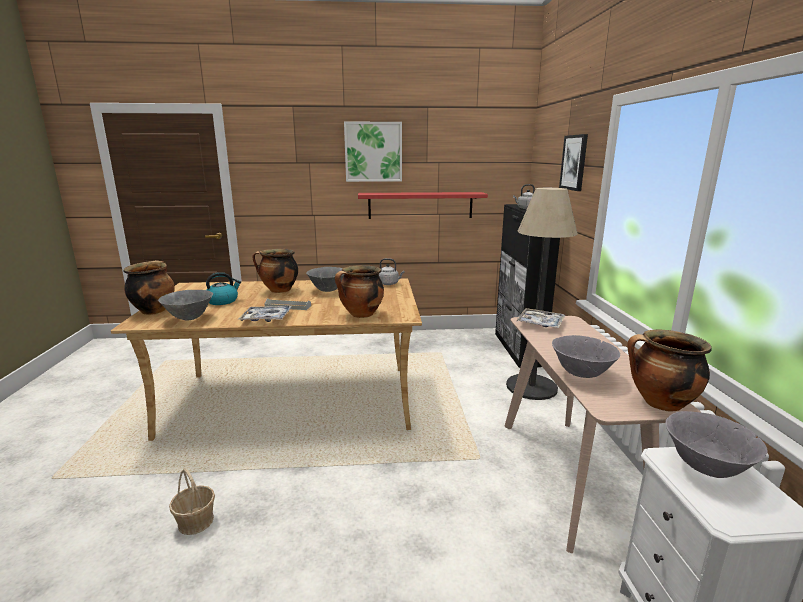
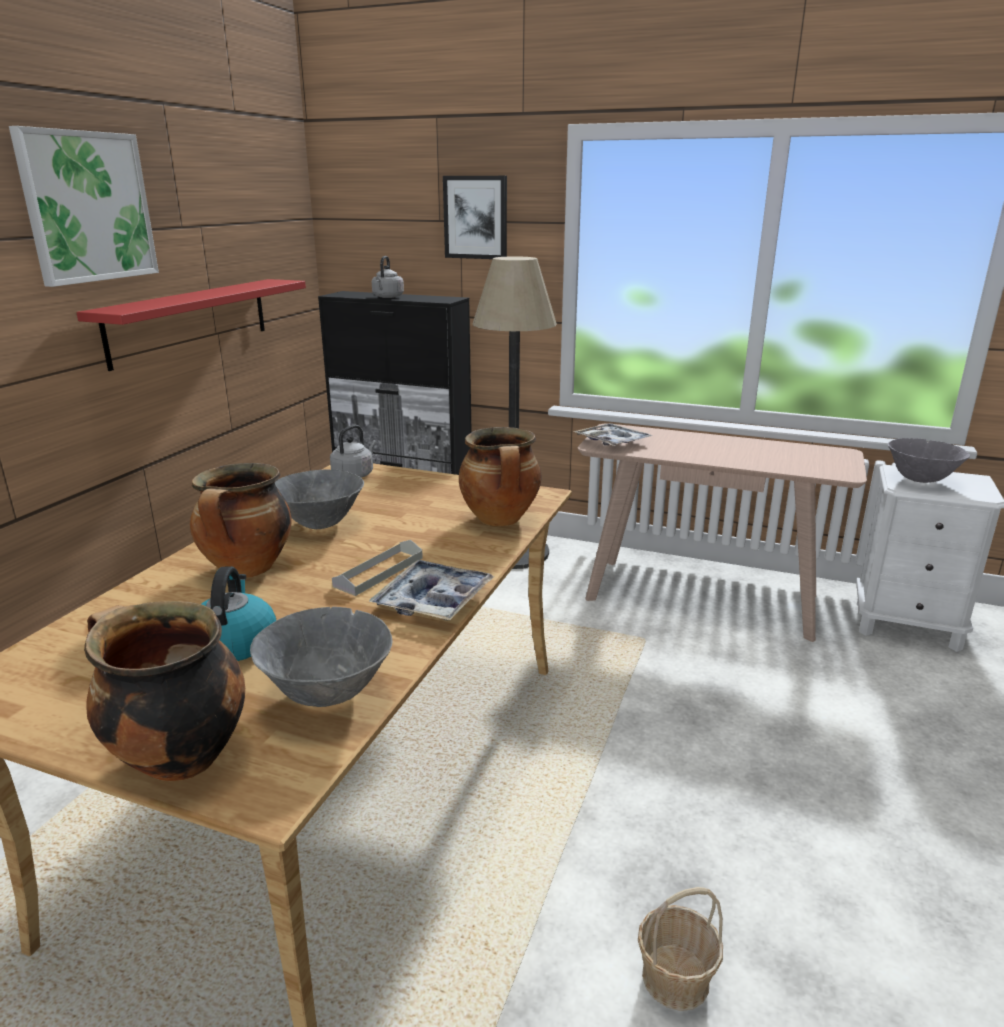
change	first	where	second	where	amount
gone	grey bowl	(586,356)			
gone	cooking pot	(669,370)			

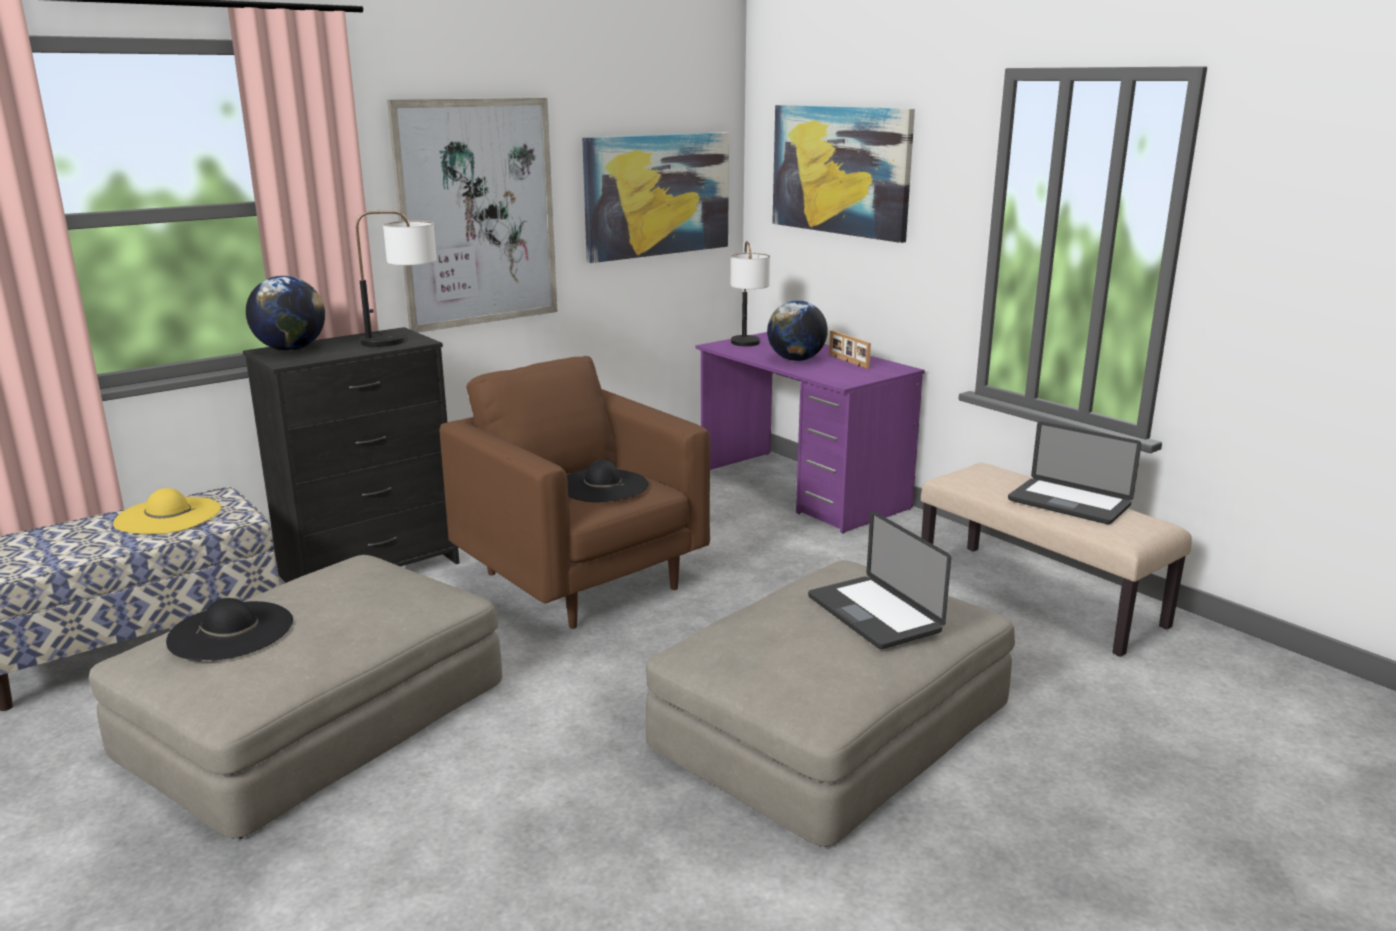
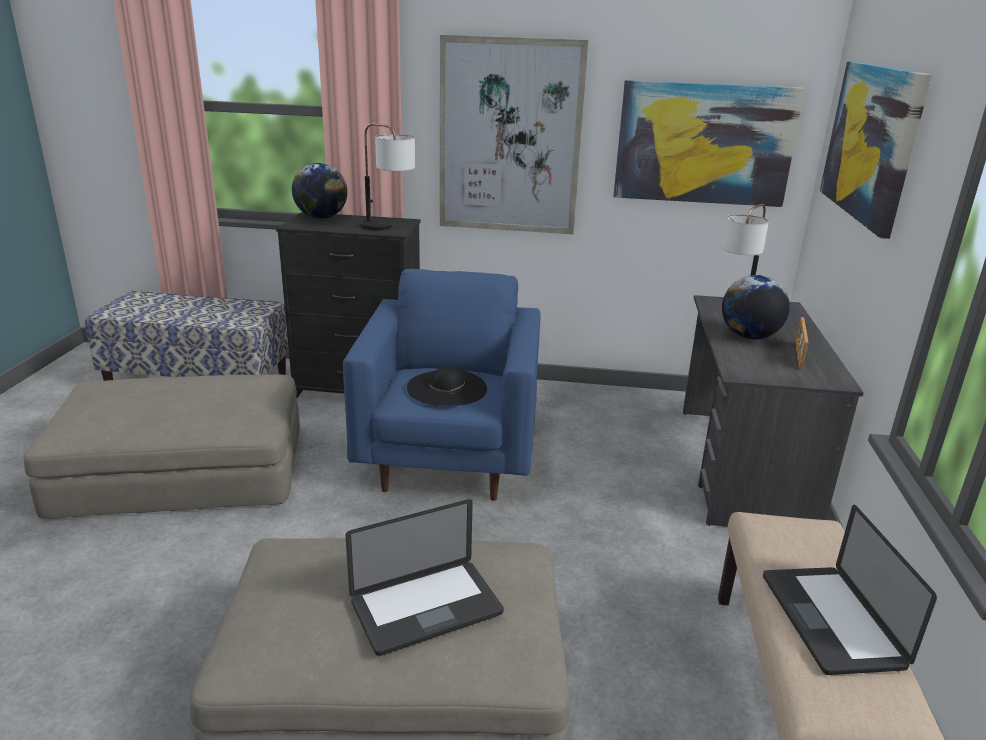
change	first	where	second	where	amount
gone	yellow hat	(167,511)			
gone	black hat	(229,629)			
repainted	brown armchair	(575,492)	blue armchair	(442,385)	
repainted	purple desk	(810,433)	grey desk	(773,411)	
rotated	laptop	(879,580)		(424,577)	135 degrees counterclockwise

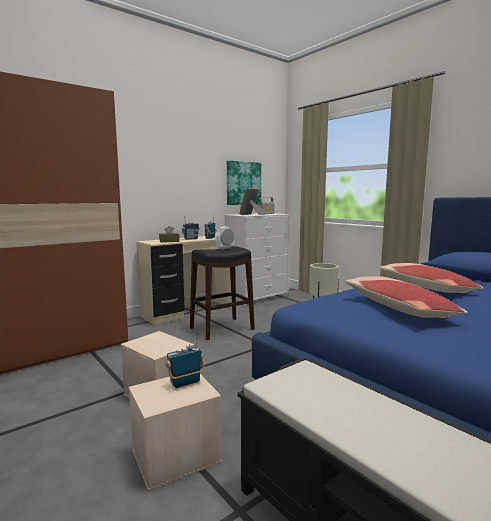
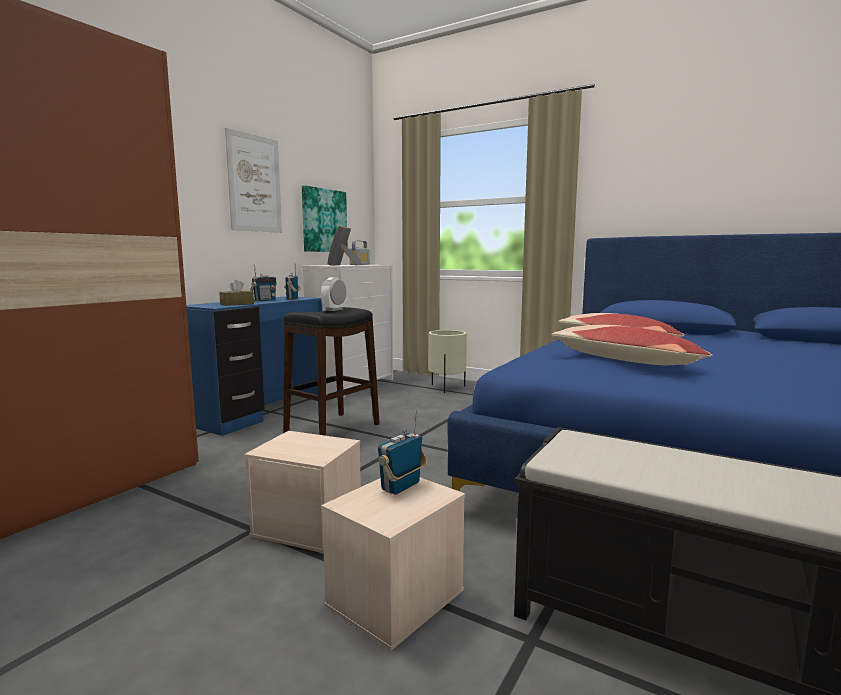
change	first	where	second	where	amount
new			picture	(253,180)	
repainted	beige desk	(184,280)	blue desk	(254,366)	

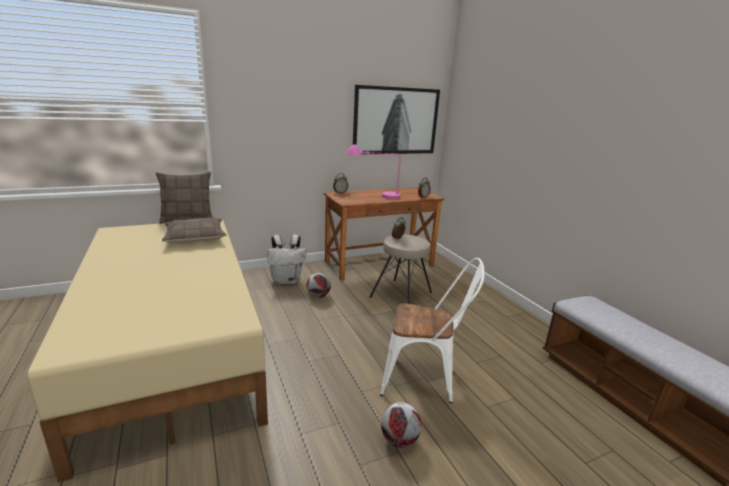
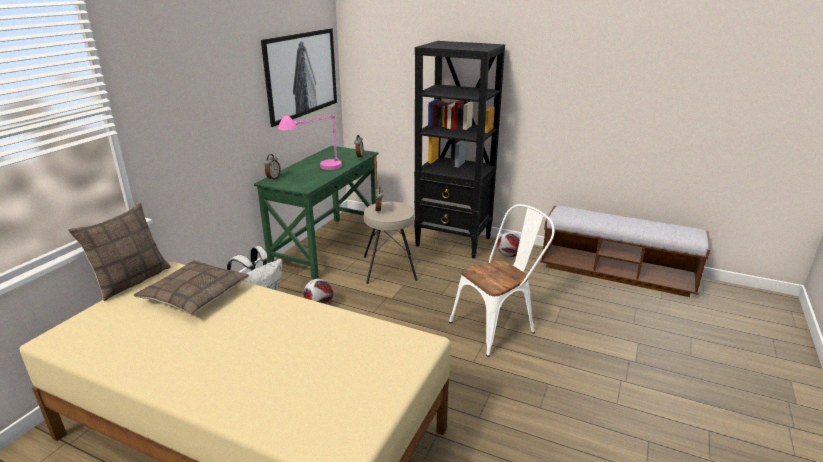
change	first	where	second	where	amount
new			black bookcase	(459,149)	
shifted	football	(401,425)		(508,244)	
repainted	brown desk	(384,233)	green desk	(316,212)	

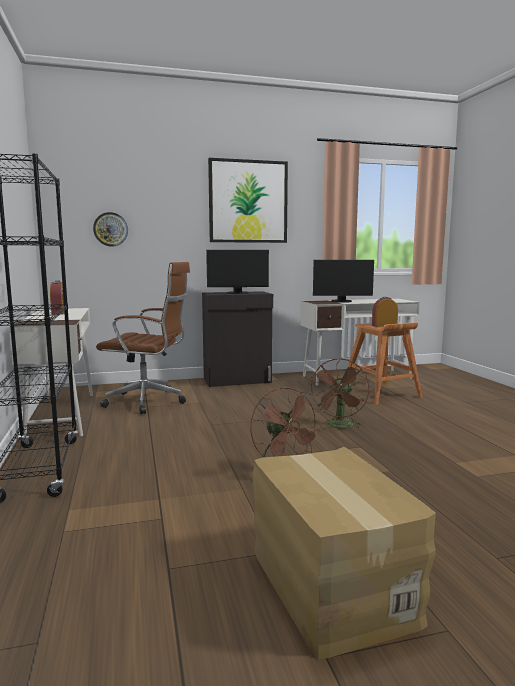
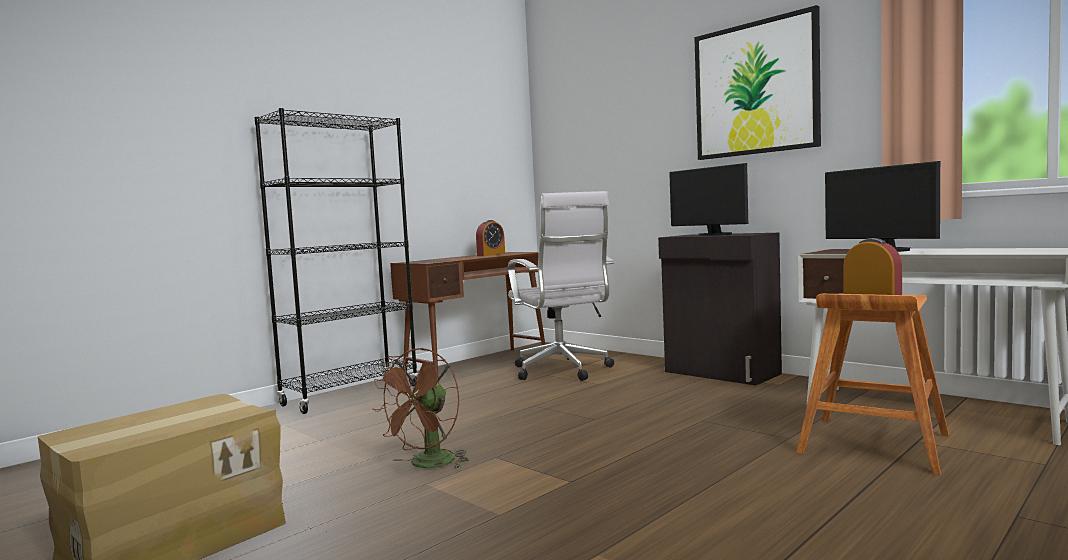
change	first	where	second	where	amount
gone	wall clock	(110,229)			
gone	brown fan	(339,393)			
repainted	white desk	(51,372)	brown desk	(467,317)	
repainted	brown office chair	(143,338)	white office chair	(561,286)	

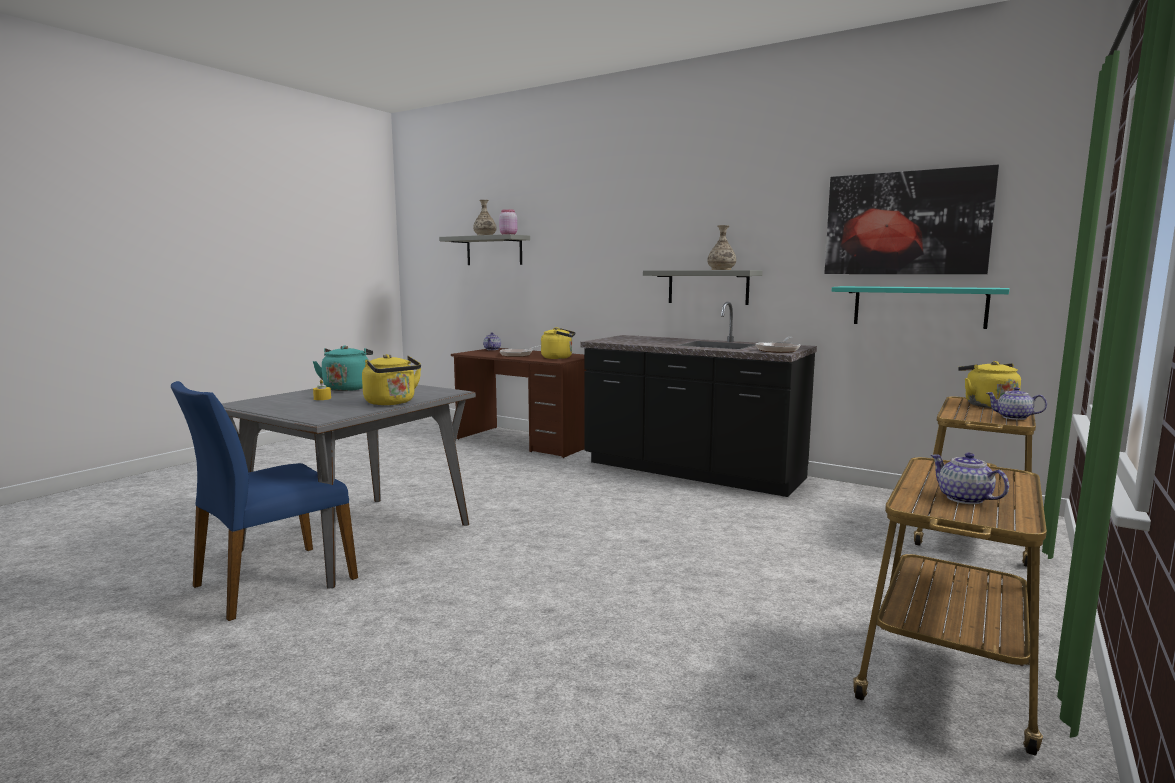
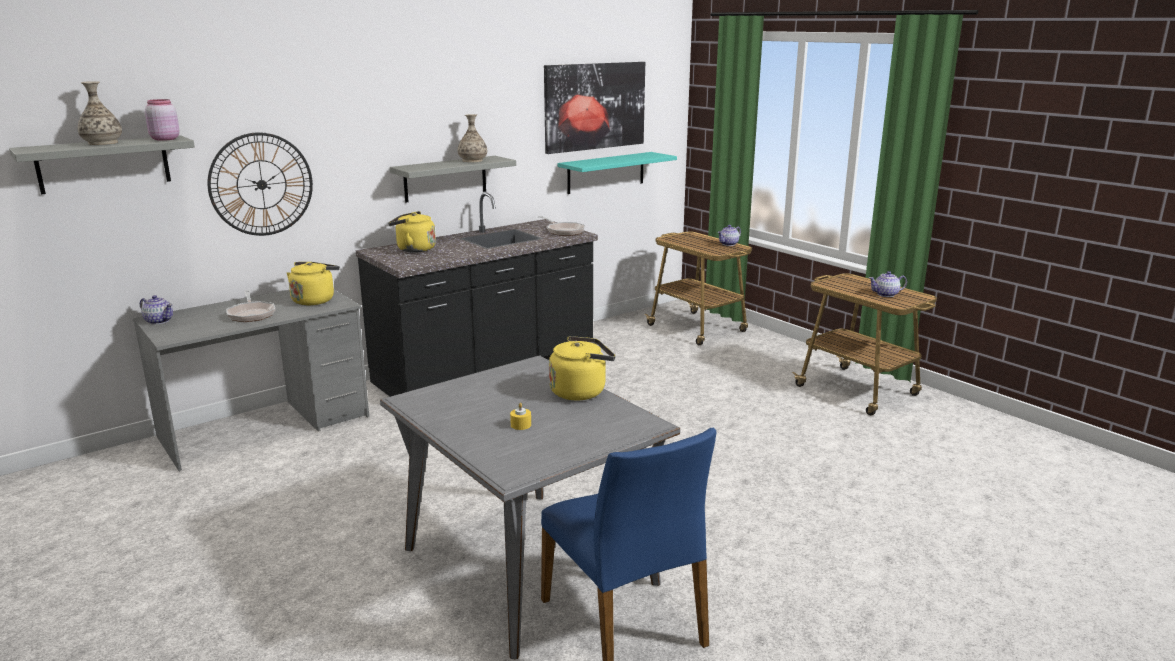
change	first	where	second	where	amount
gone	turquoise kettle	(342,368)			
new			wall clock	(260,184)	
shifted	yellow kettle	(989,384)		(412,232)	
repainted	brown desk	(518,403)	grey desk	(251,380)	

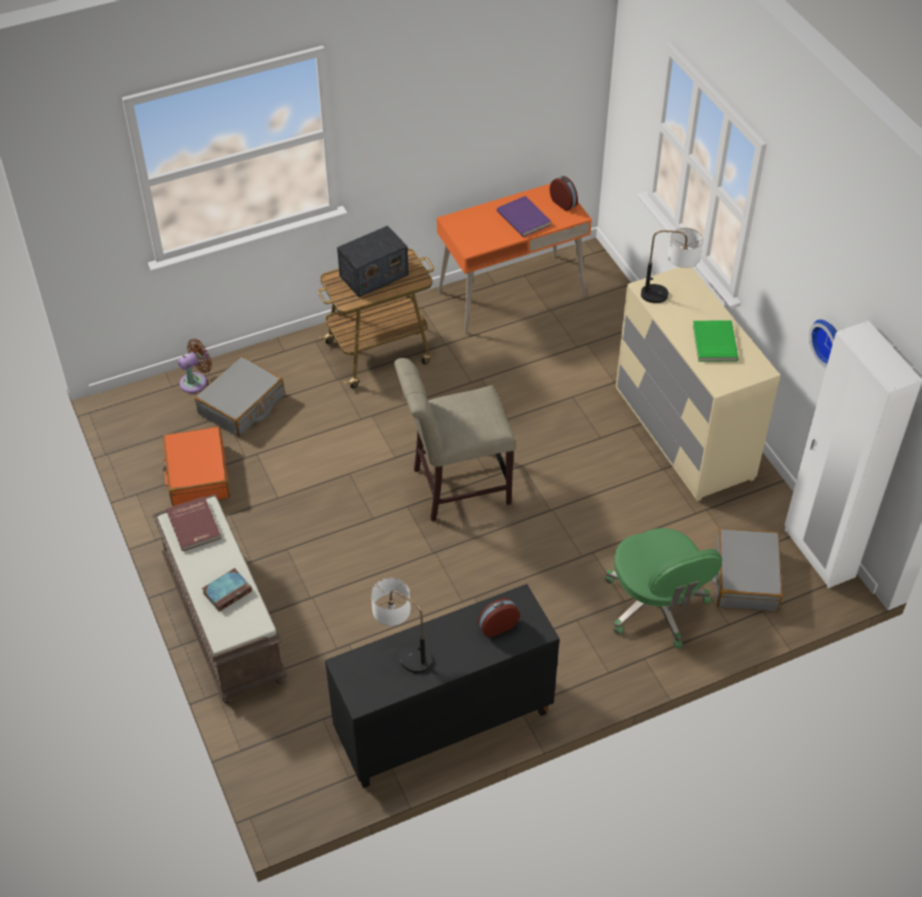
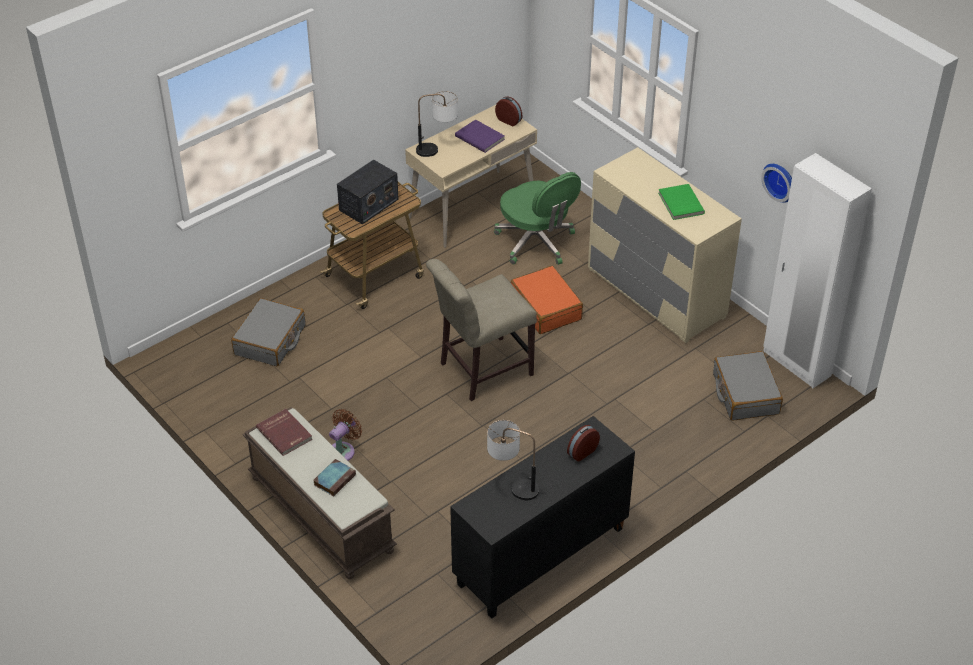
change	first	where	second	where	amount
shifted	orange suitcase	(196,466)		(547,300)	
shifted	brown fan	(195,366)		(345,435)	
shifted	green office chair	(663,588)		(537,218)	
shifted	table lamp	(672,265)		(437,124)	
repainted	orange desk	(514,259)	beige desk	(471,176)	

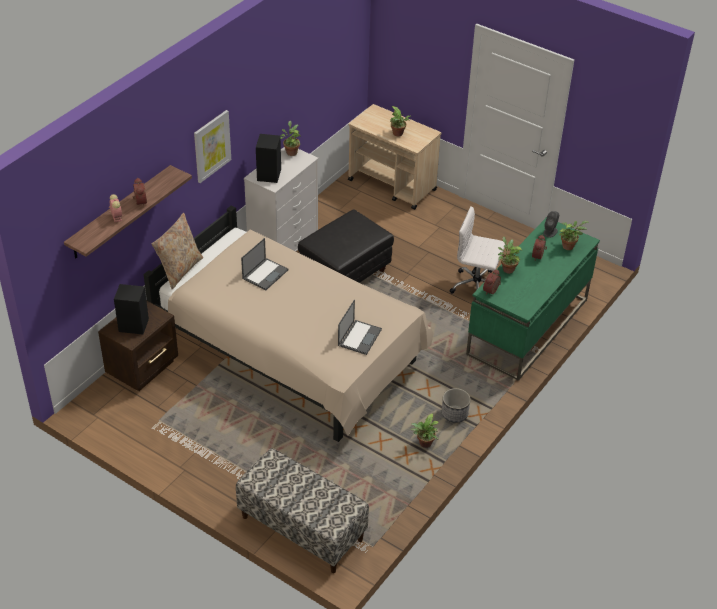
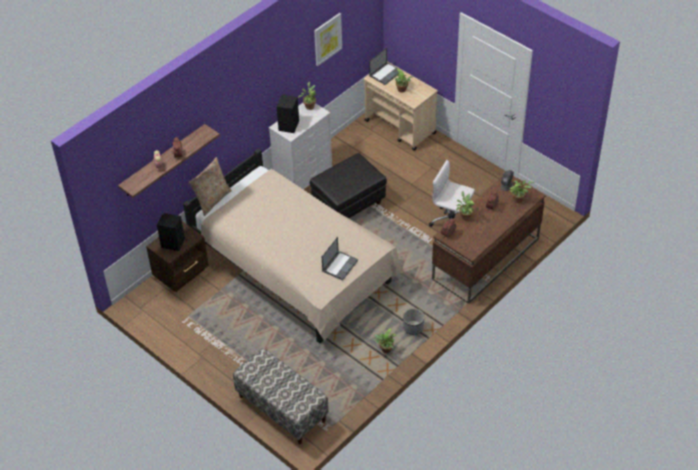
change	first	where	second	where	amount
shifted	picture	(212,146)		(328,39)	
shifted	laptop	(265,264)		(384,66)	
repainted	green desk	(533,299)	brown desk	(488,240)	

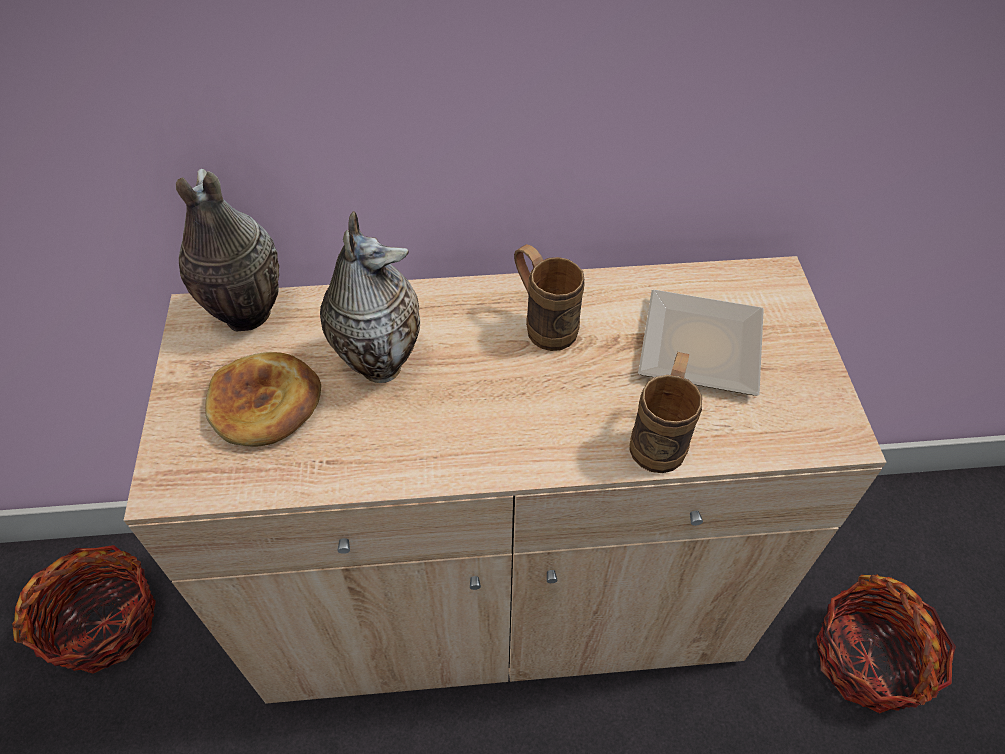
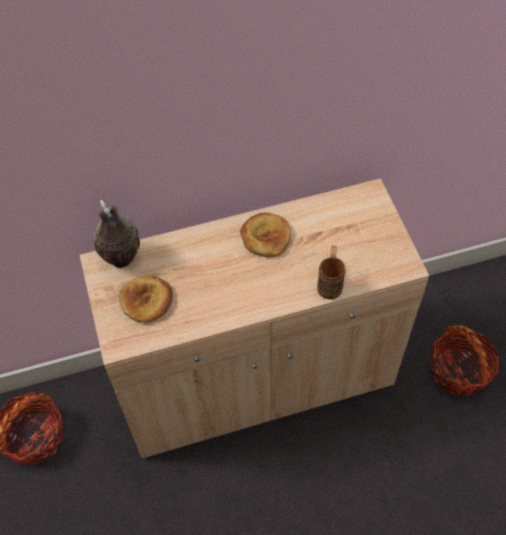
change	first	where	second	where	amount
gone	vase	(370,297)			
gone	plate	(701,342)			
swapped	brown mug	(549,297)	bread	(265,235)	

